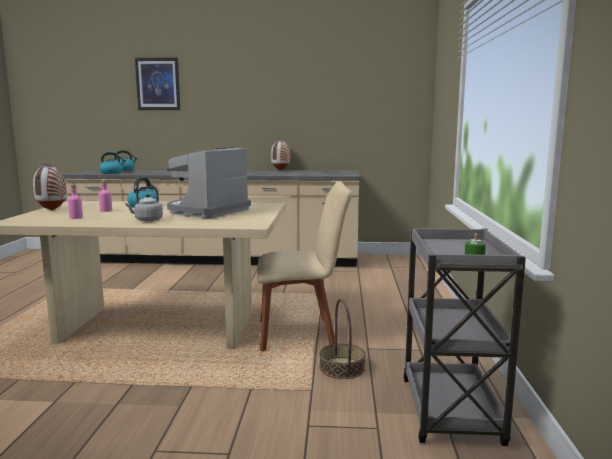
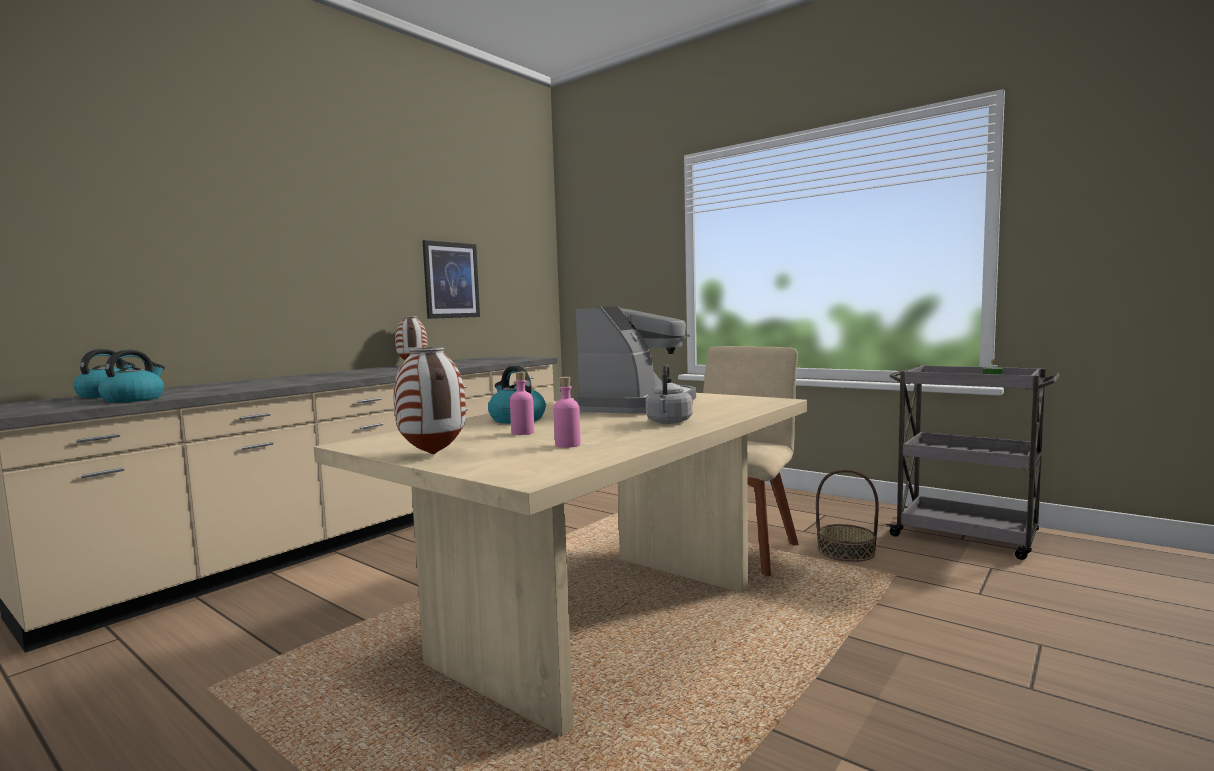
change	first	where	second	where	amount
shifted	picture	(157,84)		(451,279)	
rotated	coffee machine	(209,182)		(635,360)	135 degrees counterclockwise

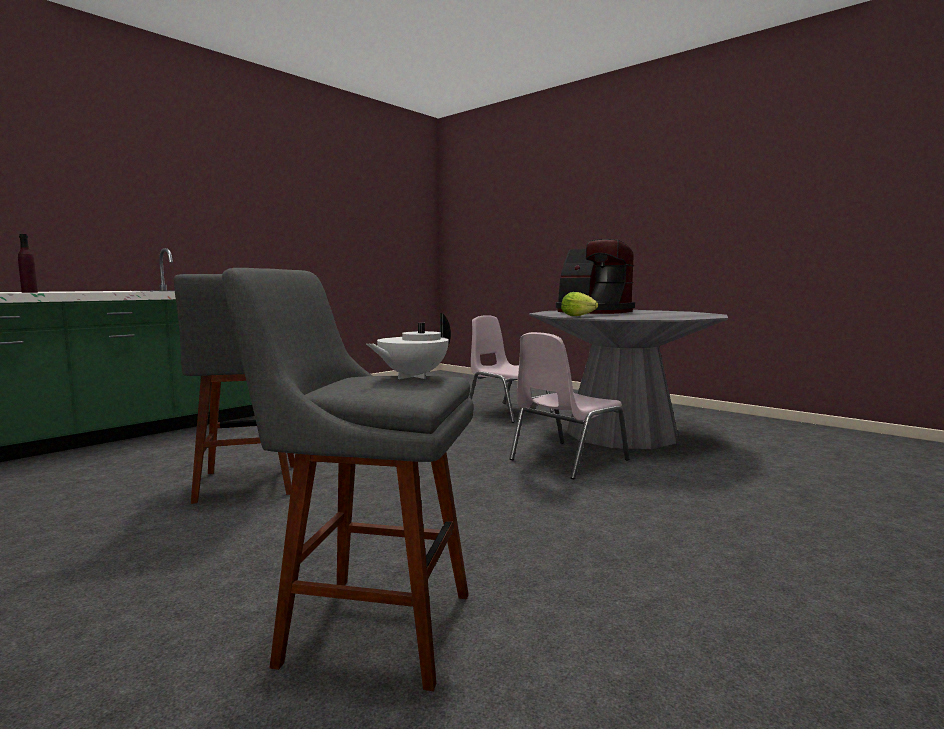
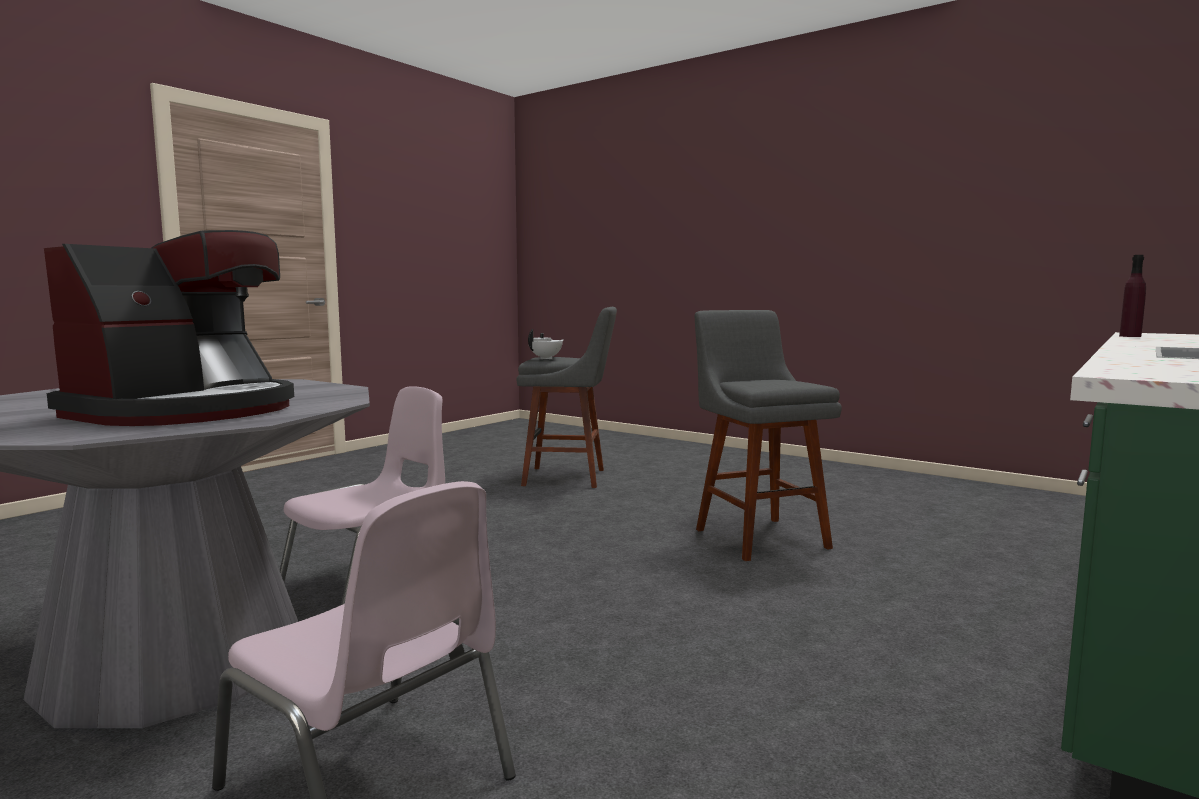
change	first	where	second	where	amount
gone	lettuce	(579,304)			
rotated	coffee machine	(595,276)		(169,328)	90 degrees clockwise

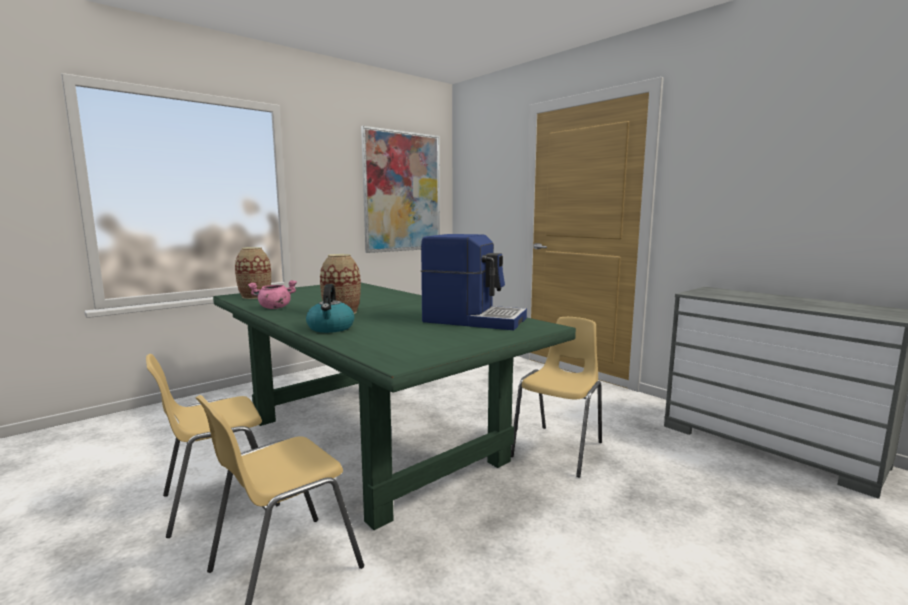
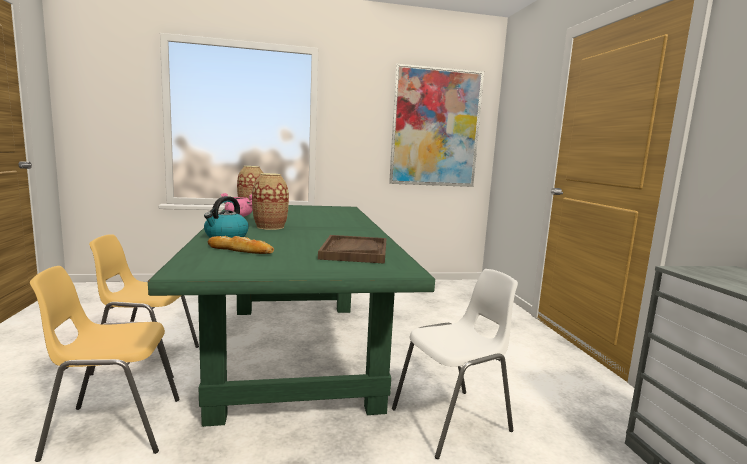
change	first	where	second	where	amount
new			bread	(241,245)	
swapped	coffee machine	(474,282)	brown tray	(352,249)	
repainted	yellow chair	(556,397)	white chair	(455,364)	

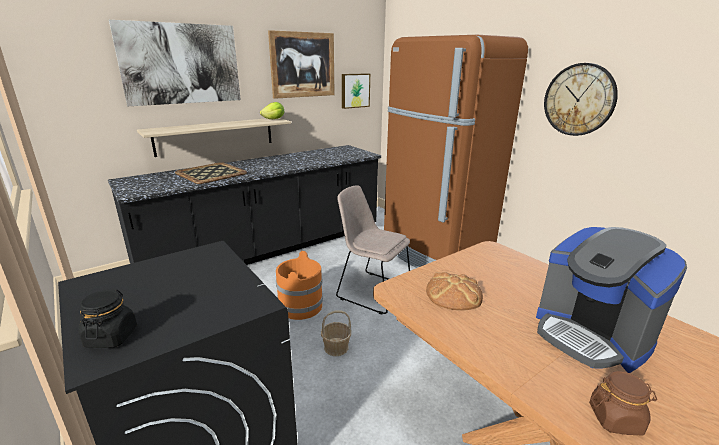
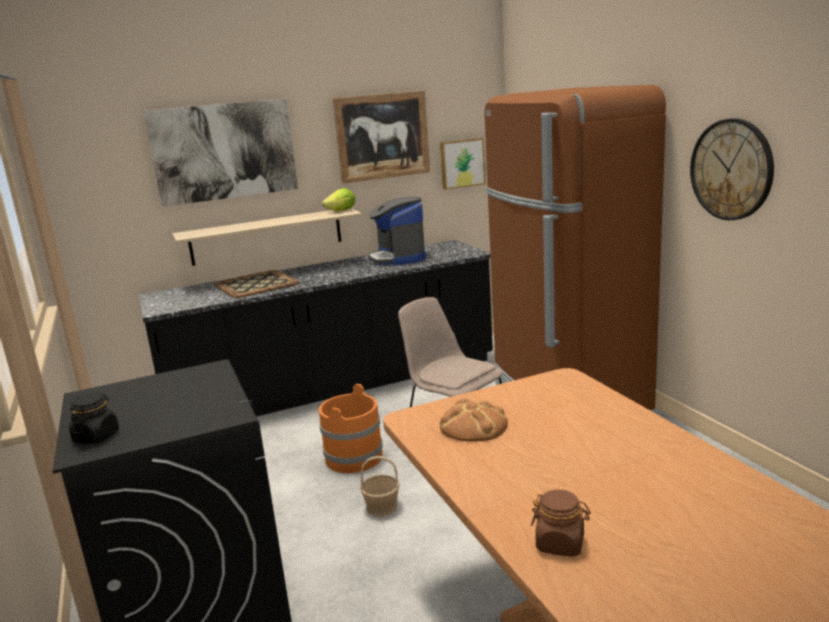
change	first	where	second	where	amount
shifted	coffee machine	(611,300)		(397,231)	

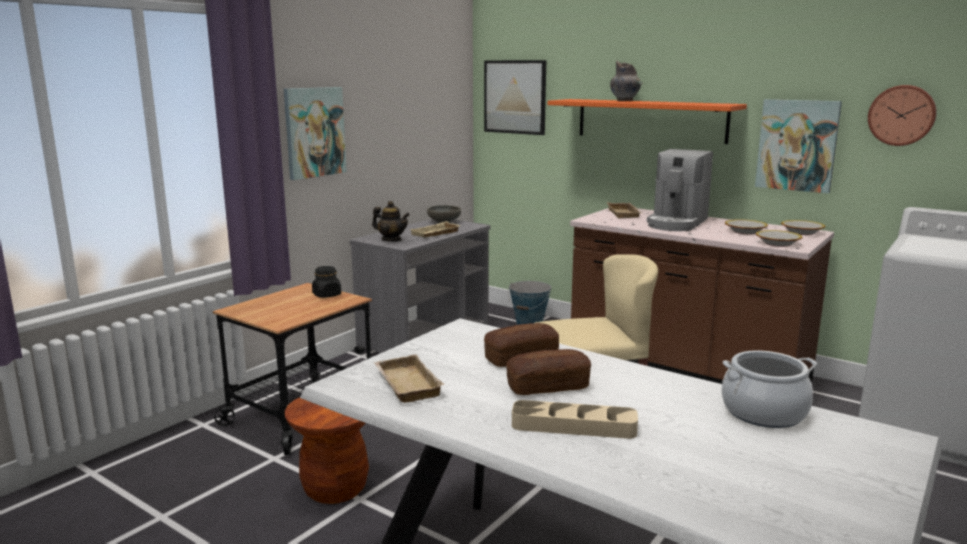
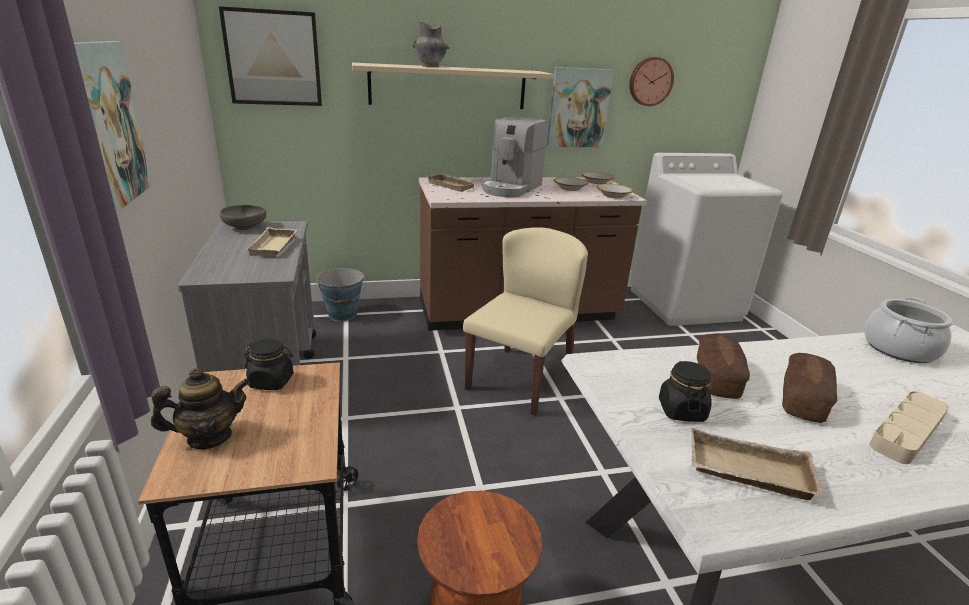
change	first	where	second	where	amount
new			black jar	(685,391)	
shifted	teapot	(391,221)		(200,409)	
repainted	orange shelf	(647,121)	beige shelf	(453,86)	
rotated	coffee machine	(680,190)		(515,156)	45 degrees clockwise

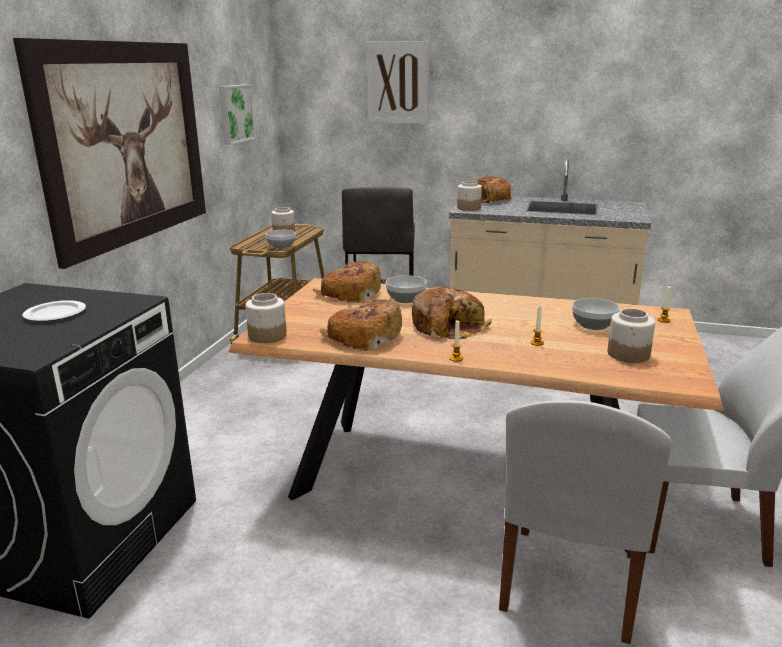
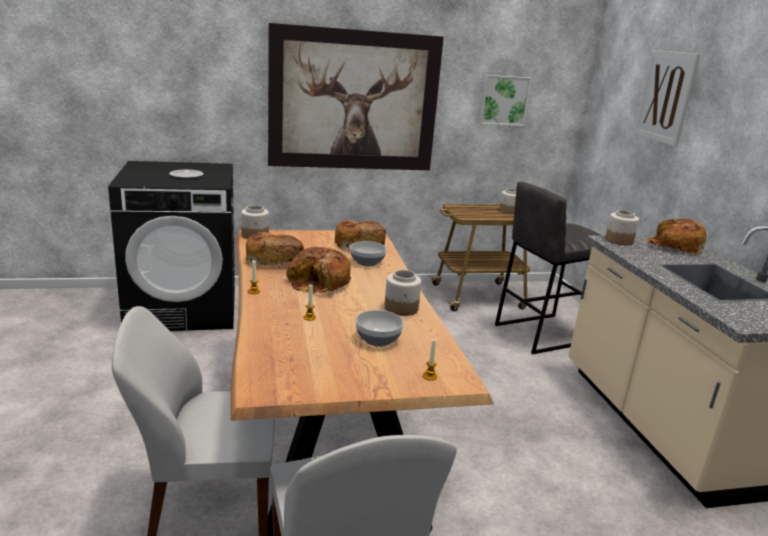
change	first	where	second	where	amount
gone	bowl	(281,239)			
shifted	jar	(631,335)		(402,293)	

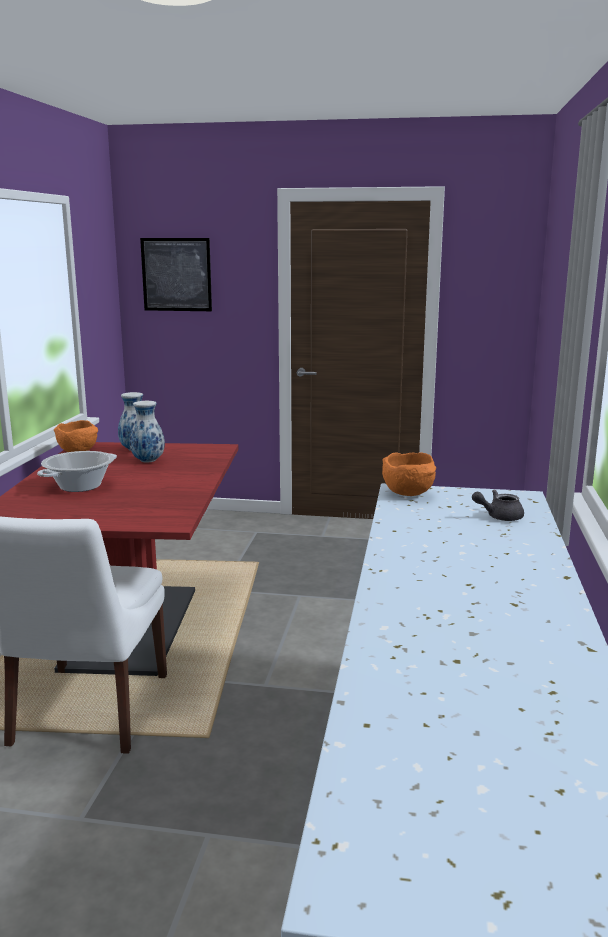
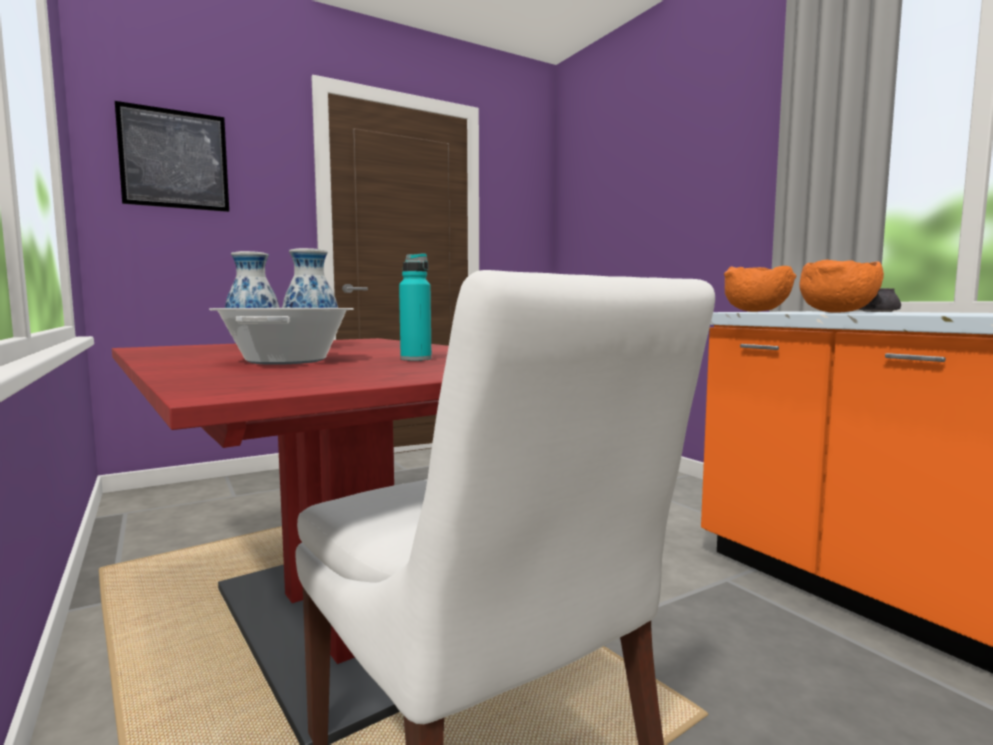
change	first	where	second	where	amount
new			turquoise bottle	(415,307)	
shifted	orange bowl	(76,436)		(841,286)	

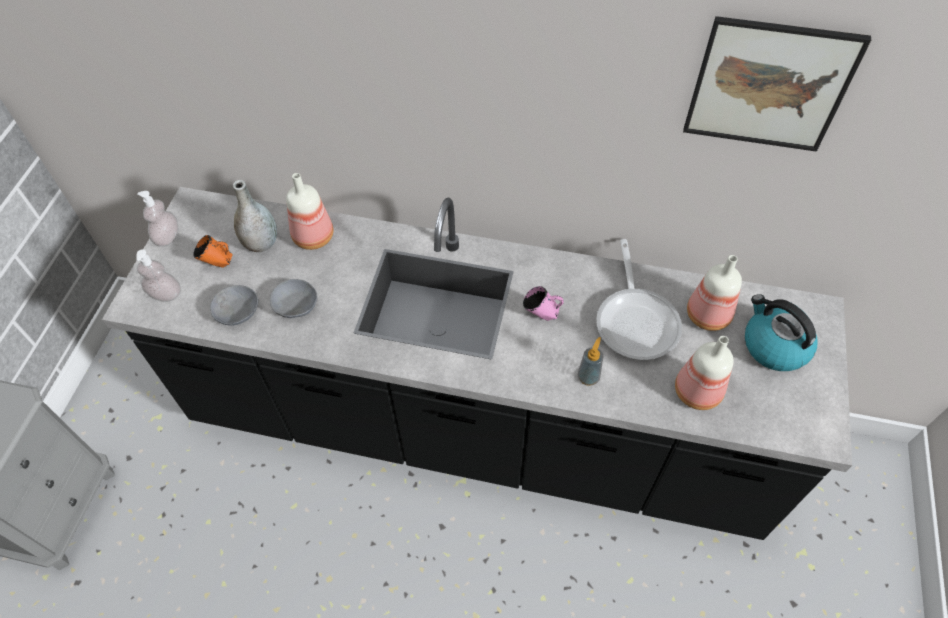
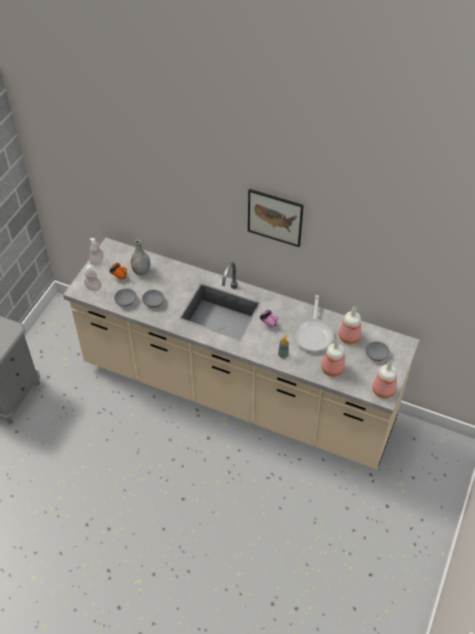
change	first	where	second	where	amount
shifted	bottle	(309,211)		(384,379)	
shifted	picture	(777,83)		(276,218)	
swapped	kettle	(781,332)	grey bowl	(378,351)	
repainted	black counter	(477,363)	beige counter	(241,354)	

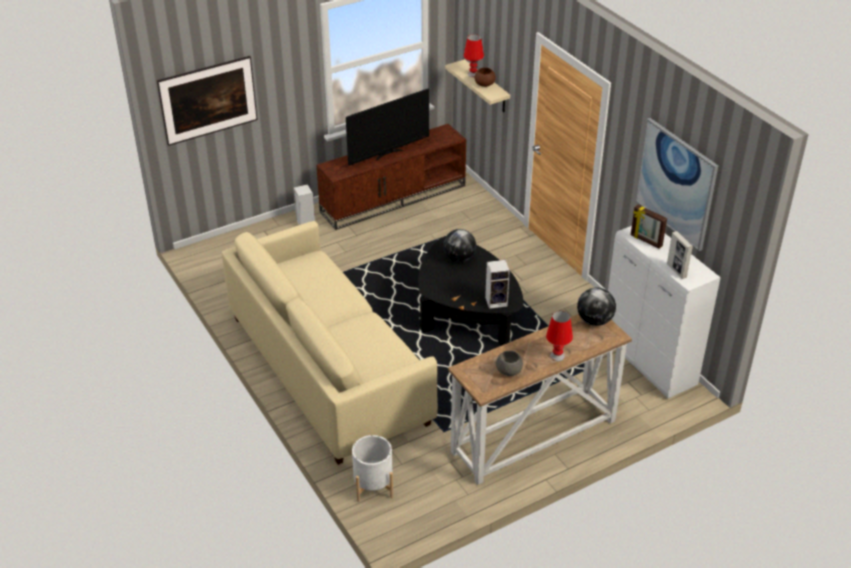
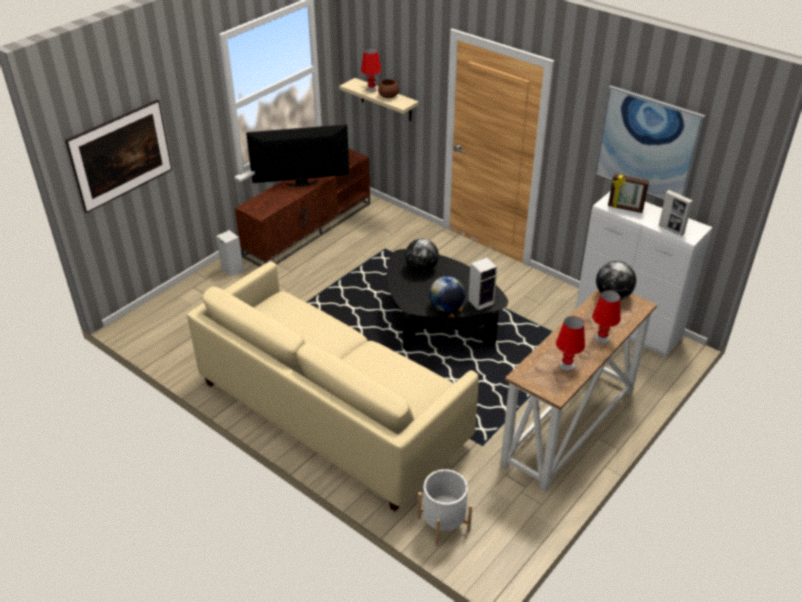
change	first	where	second	where	amount
new			globe	(447,294)	
swapped	grey bowl	(509,363)	red table lamp	(570,343)	
rotated	television	(387,127)		(297,155)	135 degrees counterclockwise

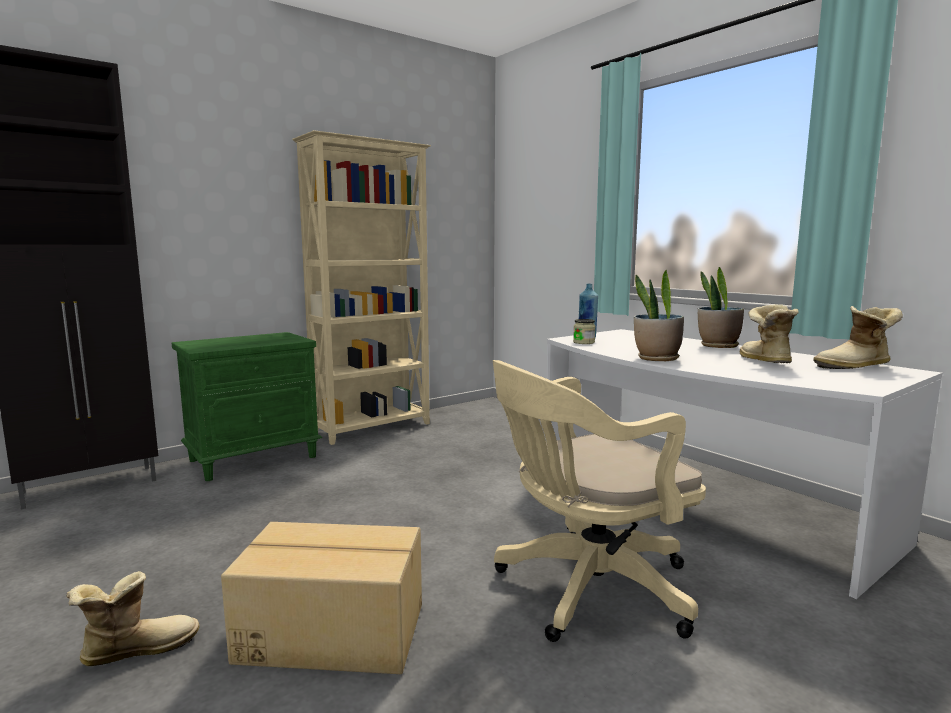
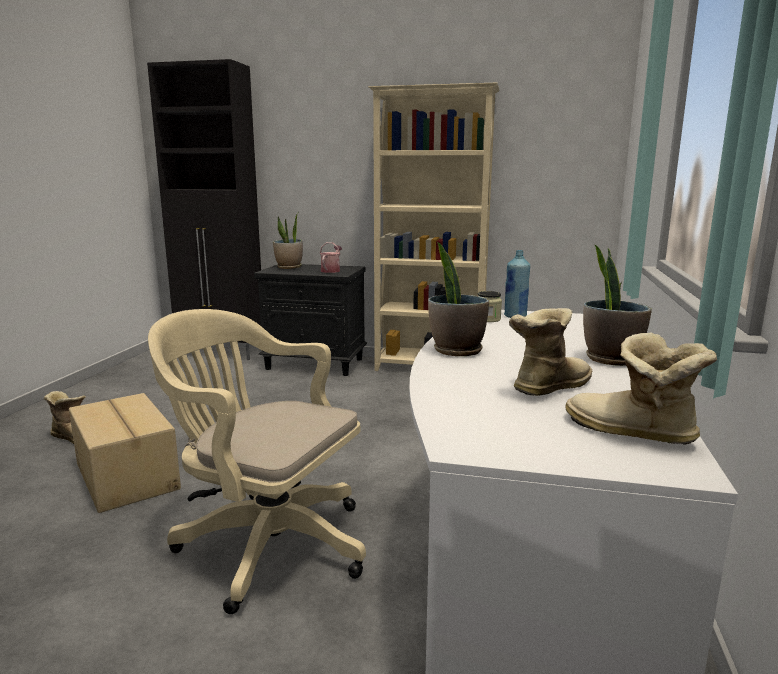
change	first	where	second	where	amount
new			potted plant	(288,242)	
new			watering can	(331,257)	
repainted	green nightstand	(247,406)	black nightstand	(310,320)	

